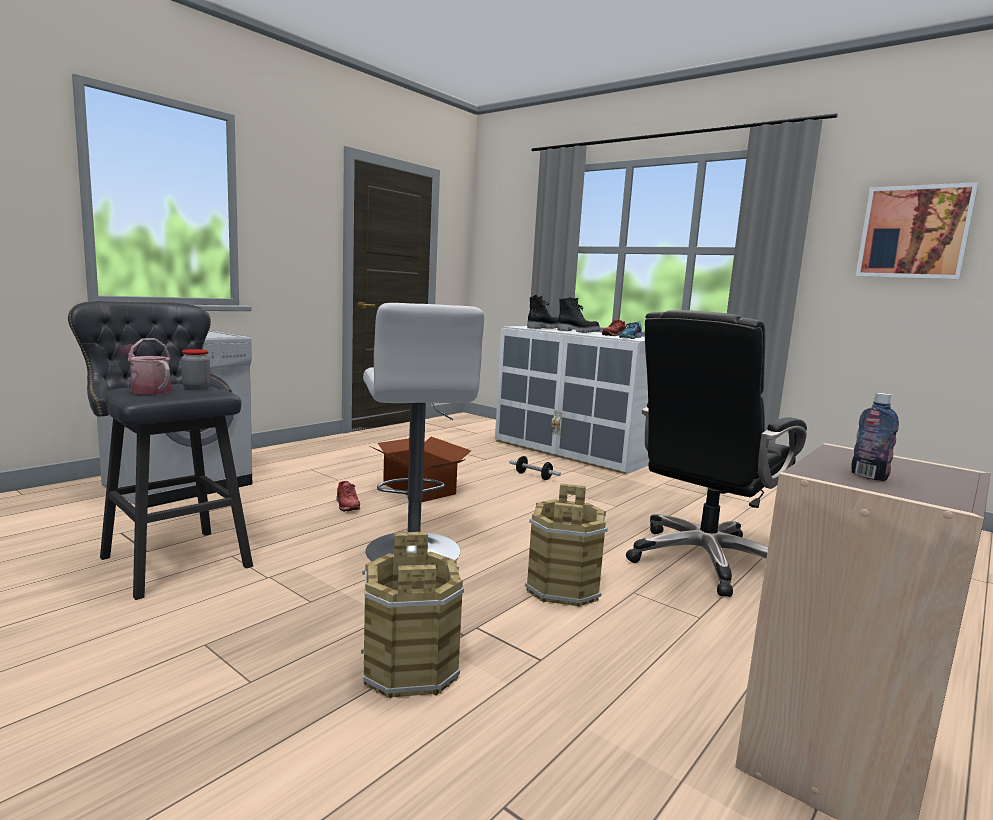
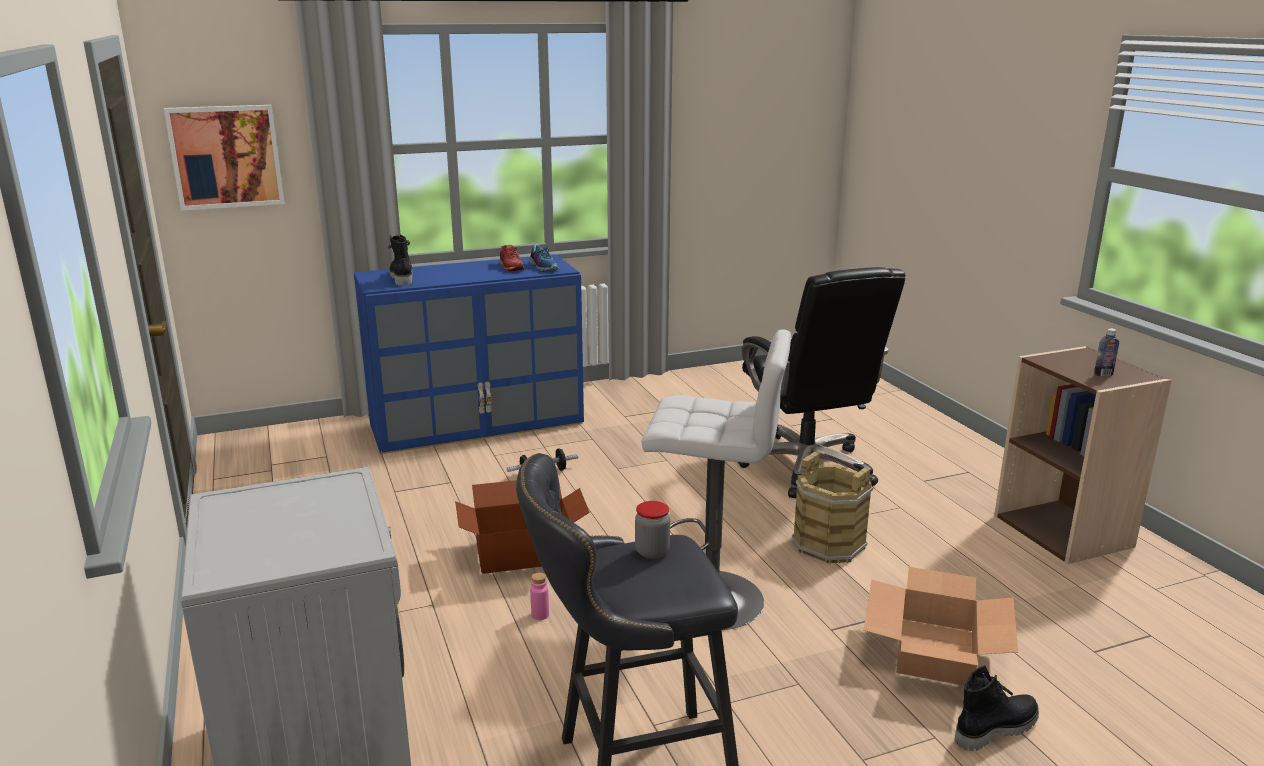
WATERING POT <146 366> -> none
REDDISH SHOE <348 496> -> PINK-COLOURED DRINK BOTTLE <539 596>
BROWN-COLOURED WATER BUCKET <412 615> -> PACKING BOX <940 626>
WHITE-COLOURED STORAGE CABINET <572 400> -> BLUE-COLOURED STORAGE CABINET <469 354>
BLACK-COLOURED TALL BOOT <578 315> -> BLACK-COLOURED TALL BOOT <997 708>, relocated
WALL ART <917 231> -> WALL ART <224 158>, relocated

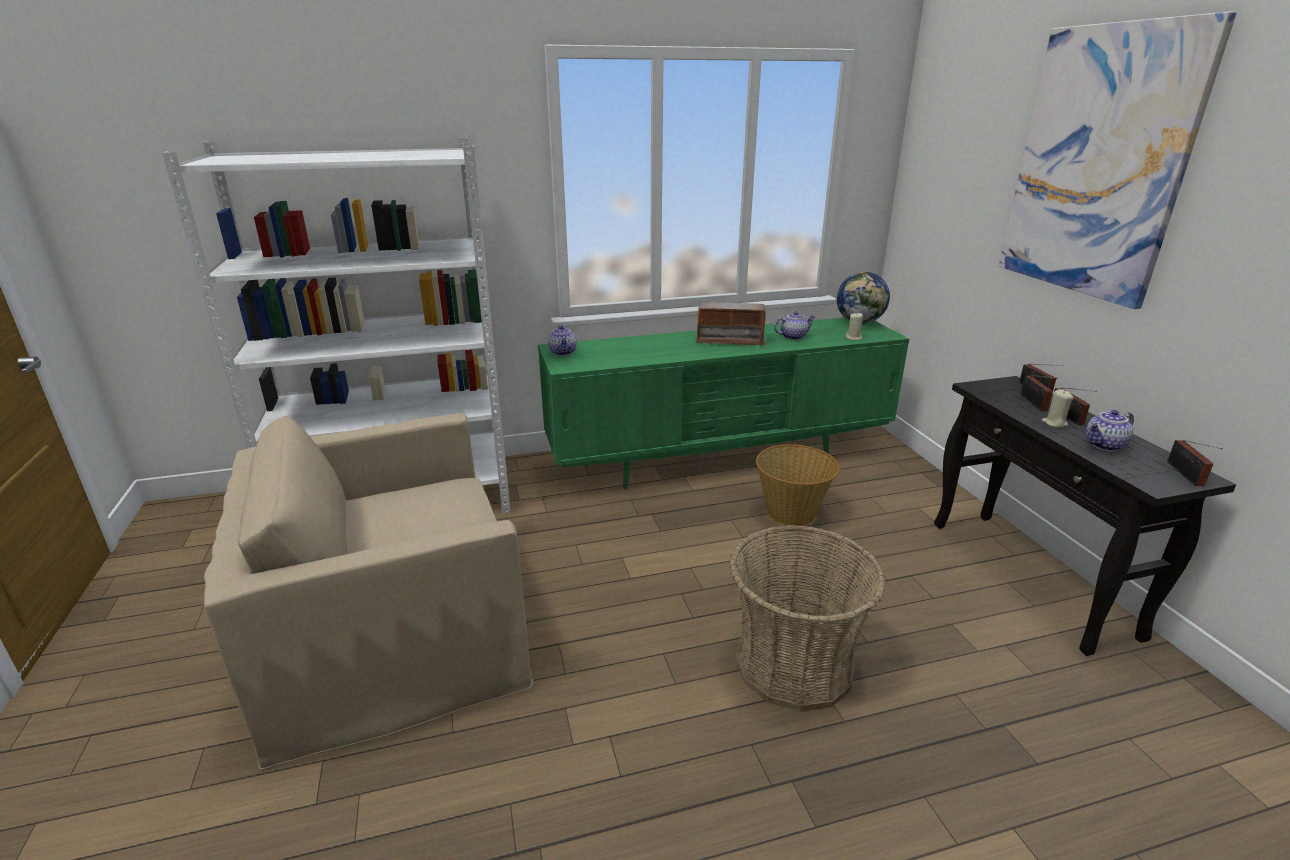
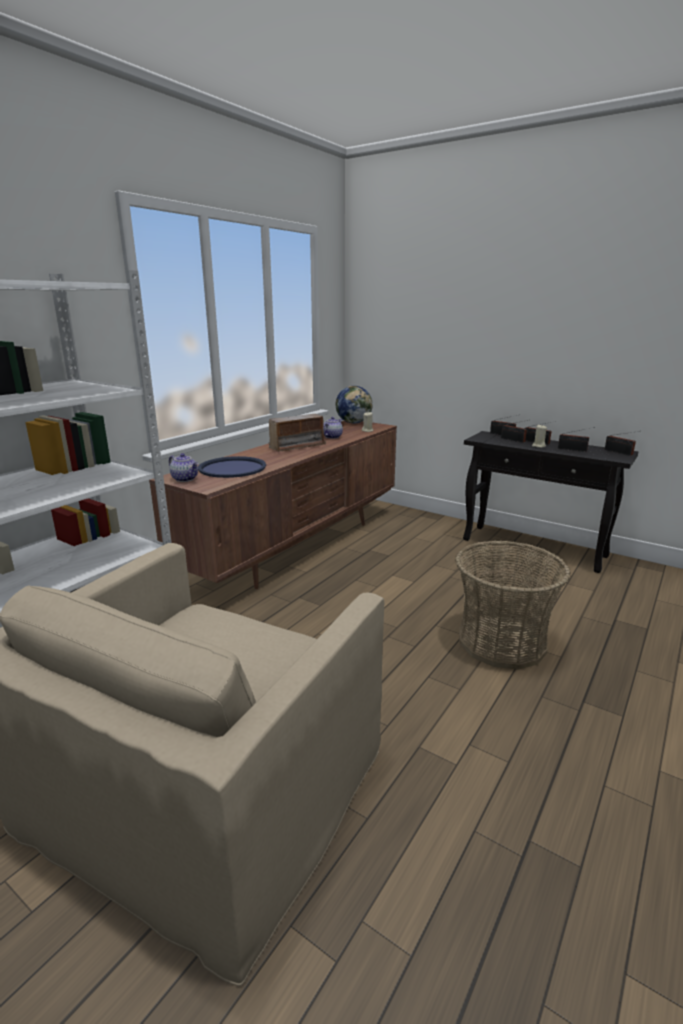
GREEN-COLOURED STORAGE CABINET <723 403> -> BROWN-COLOURED STORAGE CABINET <273 505>
HOUSEHOLD BASKET <798 485> -> none
WALL ART <1117 160> -> none
POT FOR TEA <1110 430> -> RADIO RECEIVER <576 439>
none -> BLUE-COLOURED CARRYING TRAY <232 467>

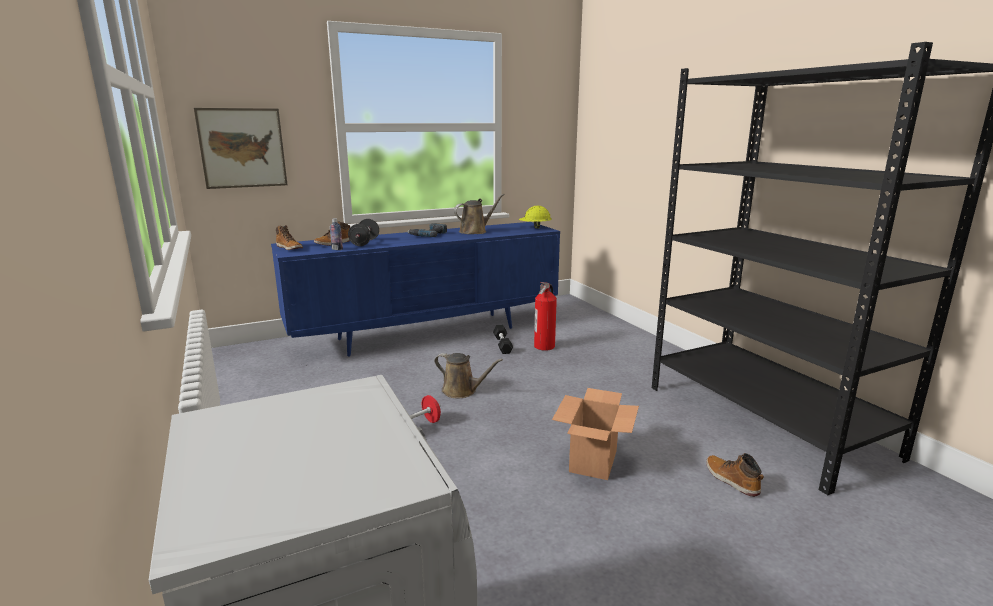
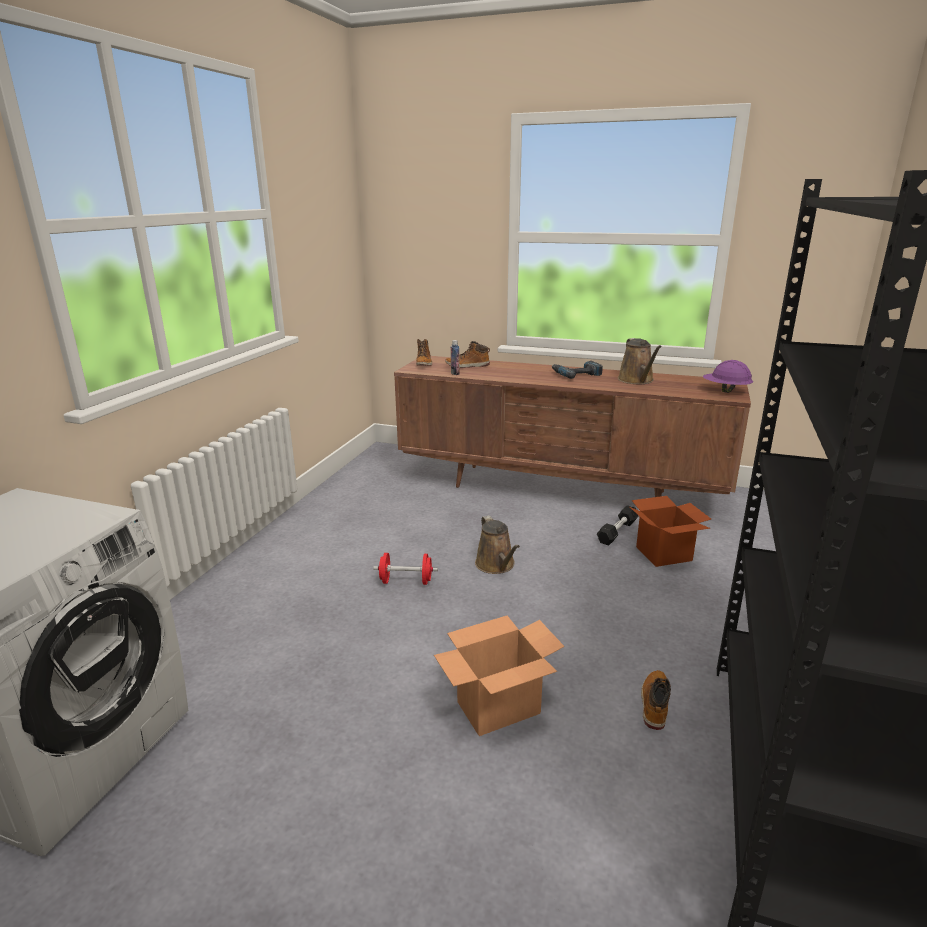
WALL ART <240 148> -> none
BLUE-COLOURED STORAGE CABINET <415 289> -> BROWN-COLOURED STORAGE CABINET <572 426>
BLACK-COLOURED FREE WEIGHT <363 232> -> none
BROWN-COLOURED WATERING POT <479 214> -> BROWN-COLOURED WATERING POT <640 361>, 75 degrees clockwise
YELLOWISH SAFETY HELMET <535 217> -> PURPLE-COLOURED SAFETY HELMET <728 376>
EXTINGUISHER <545 316> -> PACKING BOX <670 531>
TALL BOOT <735 475> -> TALL BOOT <656 700>, relocated

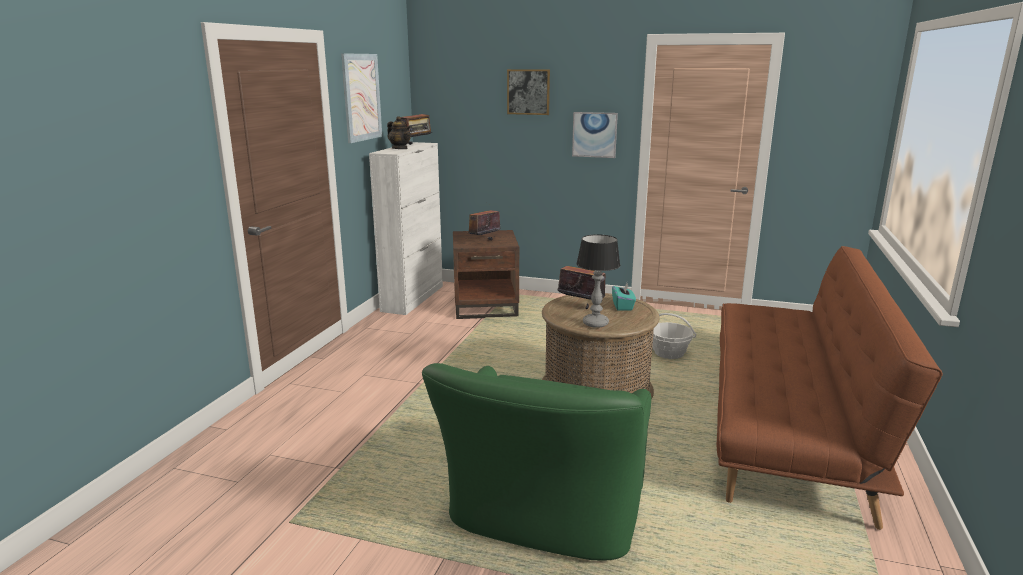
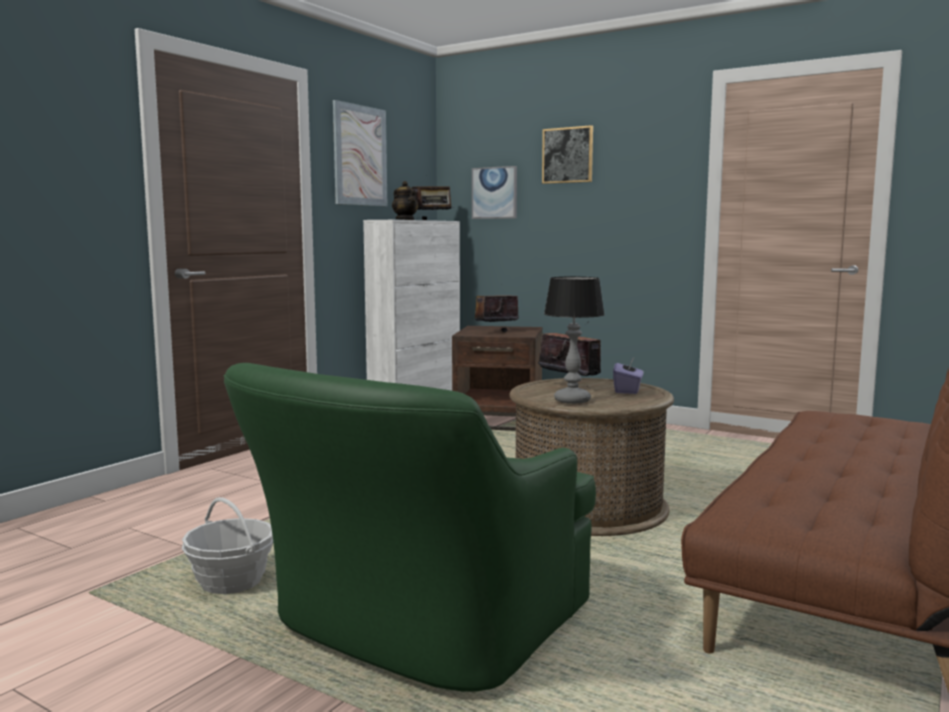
WALL ART <595 135> -> WALL ART <494 192>, relocated
TURQUOISE TISSUE HOLDER <624 297> -> PURPLE-COLOURED TISSUE HOLDER <628 375>
HOUSEHOLD BASKET <674 336> -> HOUSEHOLD BASKET <227 545>, relocated

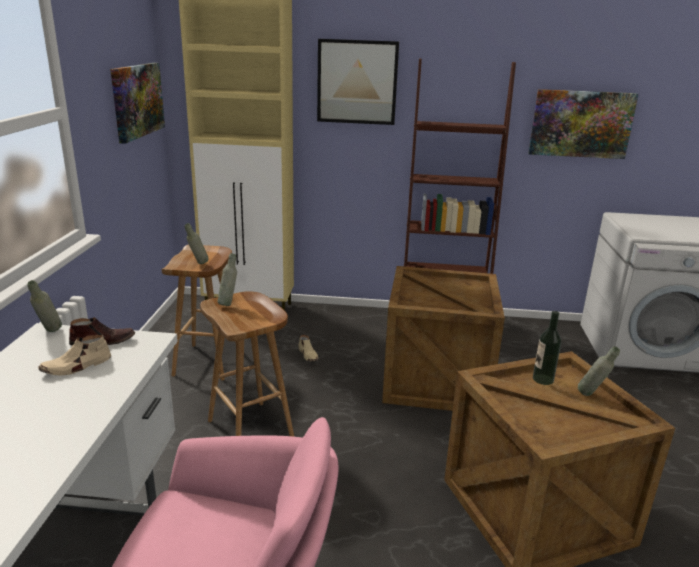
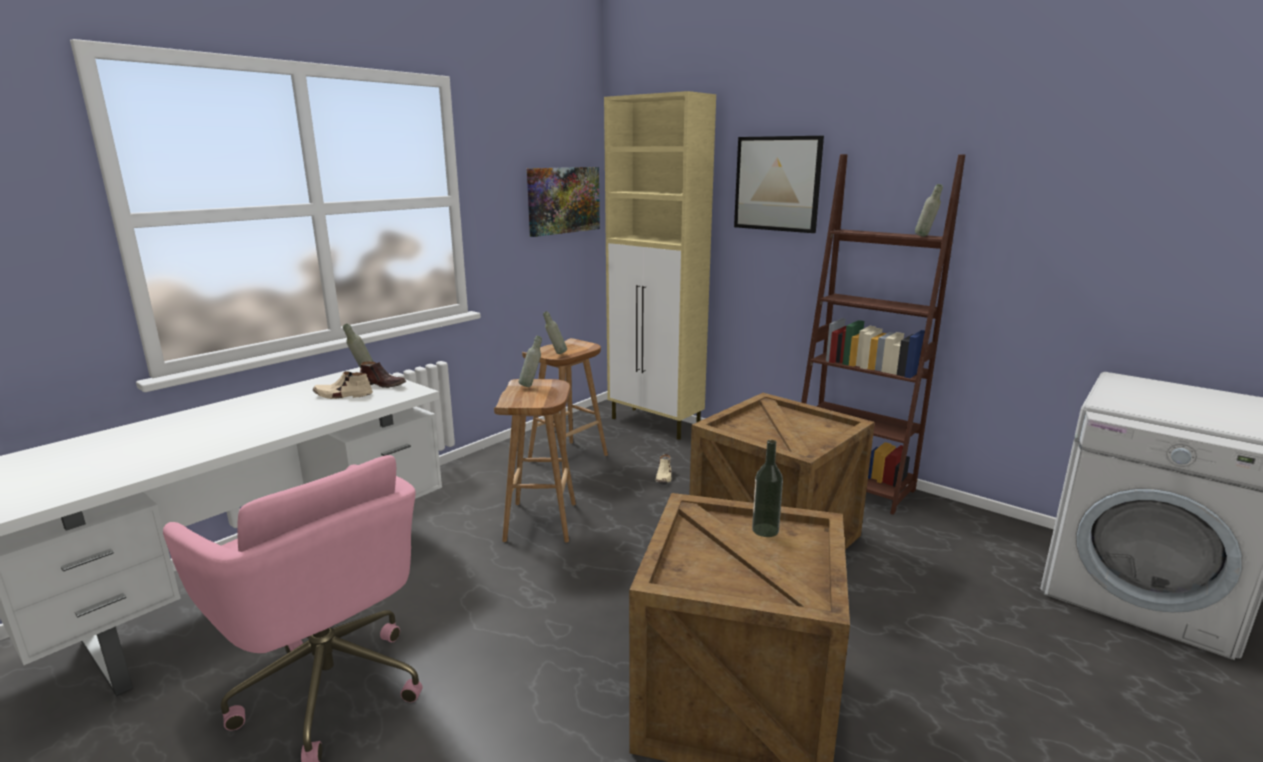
WALL ART <583 124> -> none
GREYISH DRINK BOTTLE <599 371> -> GREYISH DRINK BOTTLE <929 210>, relocated

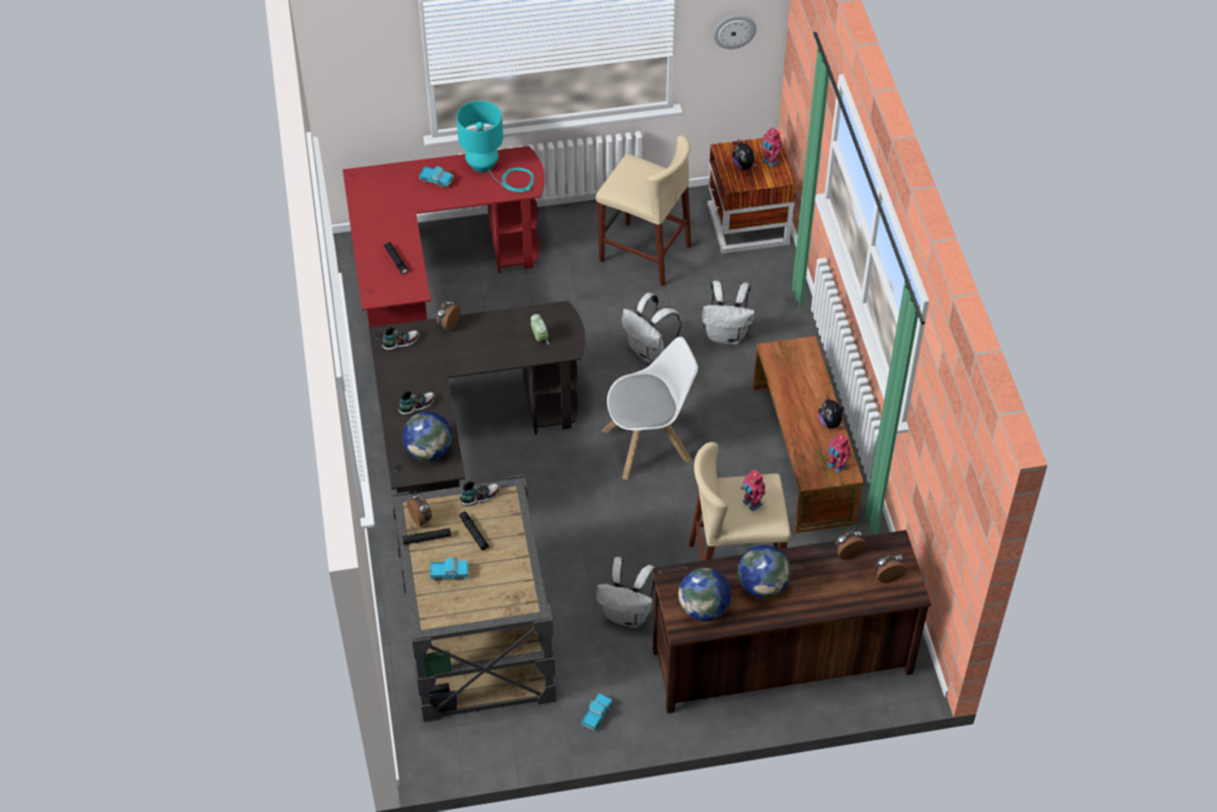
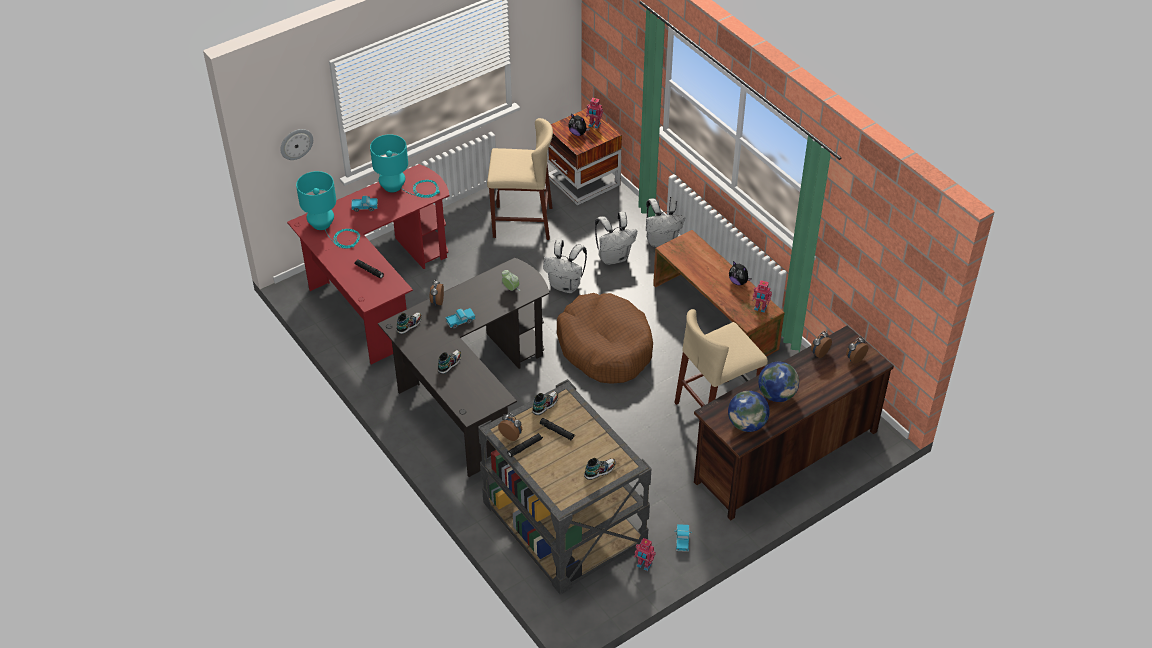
GLOBE <427 436> -> none
TOY LORRY <449 569> -> TOY LORRY <461 318>, relocated
WHITE-COLOURED KNAPSACK <625 592> -> WHITE-COLOURED KNAPSACK <665 222>, relocated
PLAIN CHAIR <650 408> -> BROWN-COLOURED PET BED <605 338>
CLOCK ON THE WALL <735 32> -> CLOCK ON THE WALL <296 144>, relocated
MODEL ROBOT <753 490> -> MODEL ROBOT <645 554>, relocated
none -> TURQUOISE LAMP FOR A TABLE <328 209>
none -> SHOE <600 469>

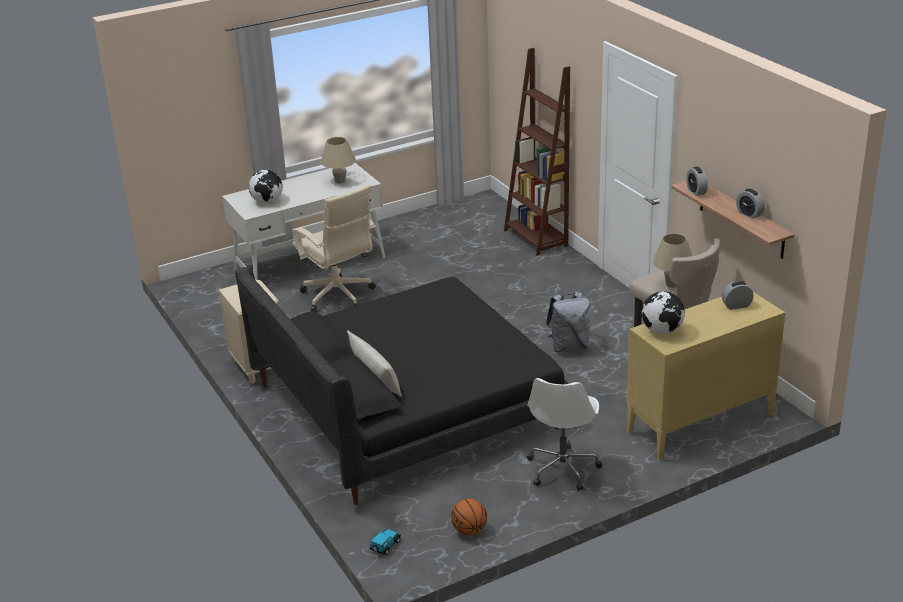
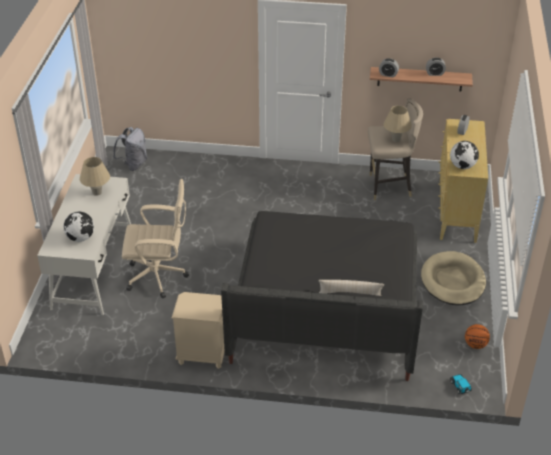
BROWN-COLOURED BOOKCASE <537 152> -> none
WHITE-COLOURED DESK CHAIR <564 434> -> SAND-COLOURED PET BED <453 278>
GREYISH KNAPSACK <568 322> -> GREYISH KNAPSACK <130 149>, relocated

